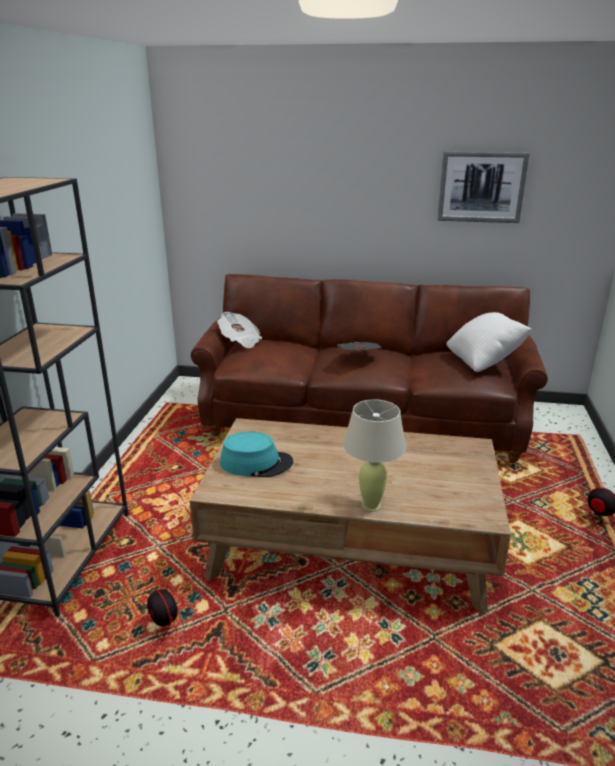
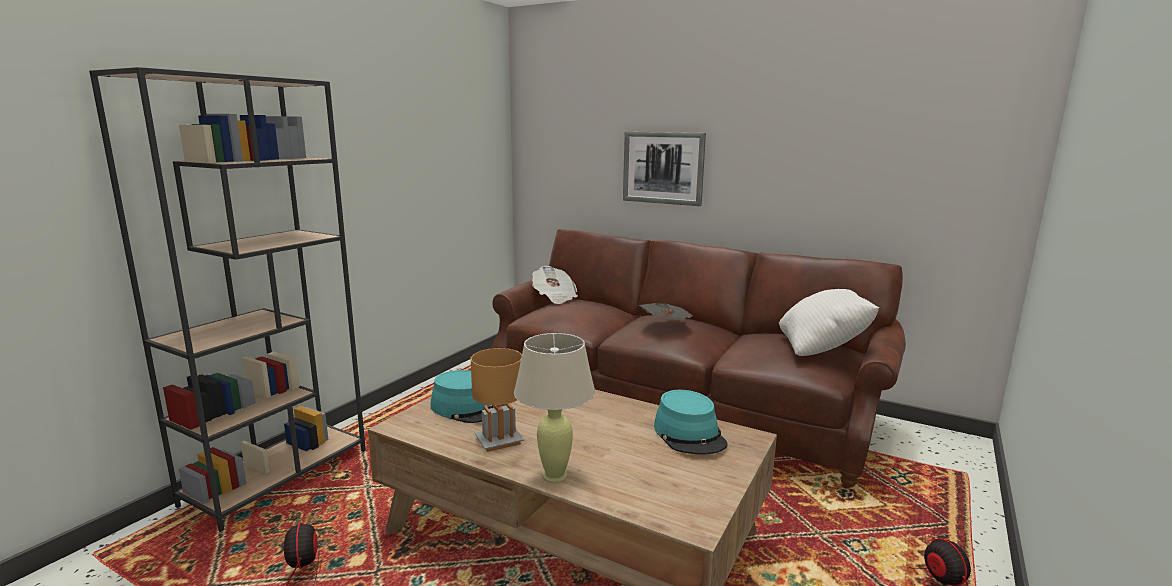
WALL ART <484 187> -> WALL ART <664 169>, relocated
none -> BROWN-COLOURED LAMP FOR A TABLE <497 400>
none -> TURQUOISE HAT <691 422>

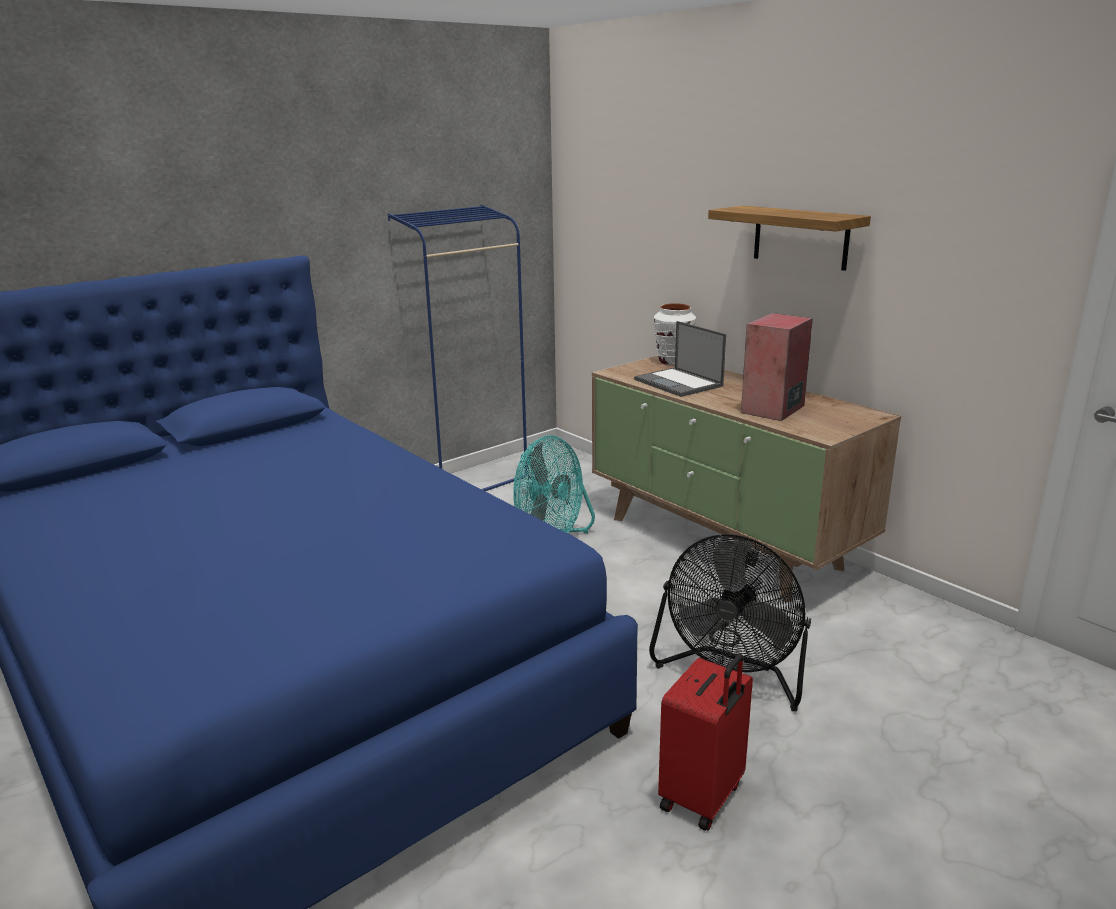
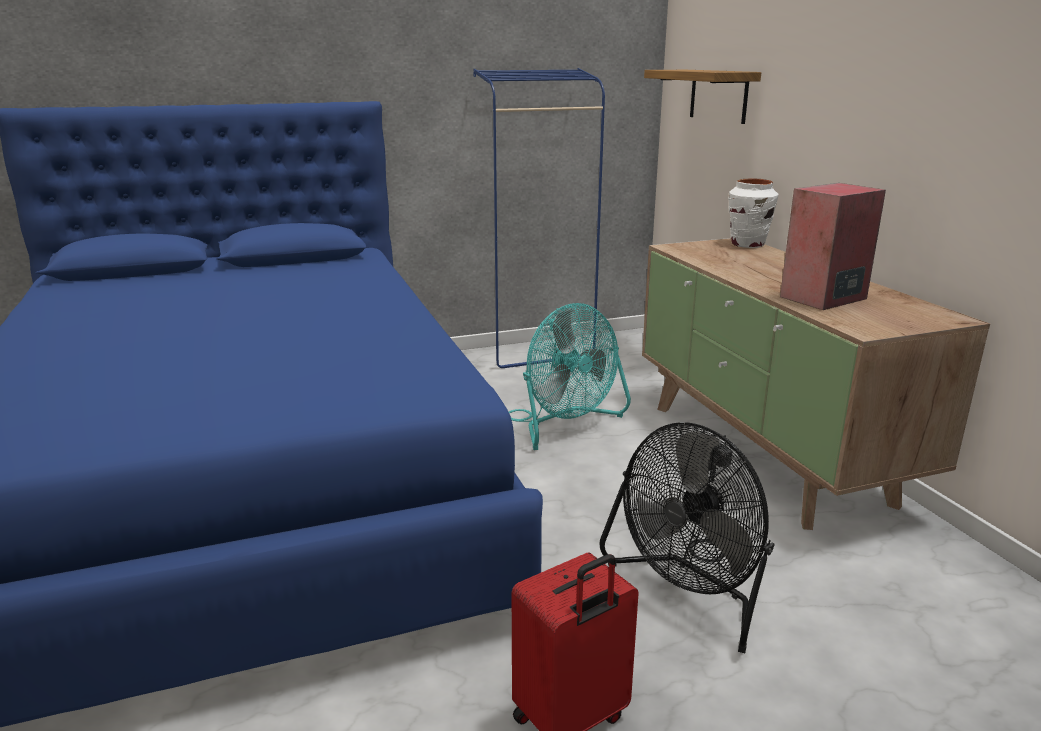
PORTABLE COMPUTER <680 359> -> none
SHELF <789 238> -> SHELF <702 97>, relocated

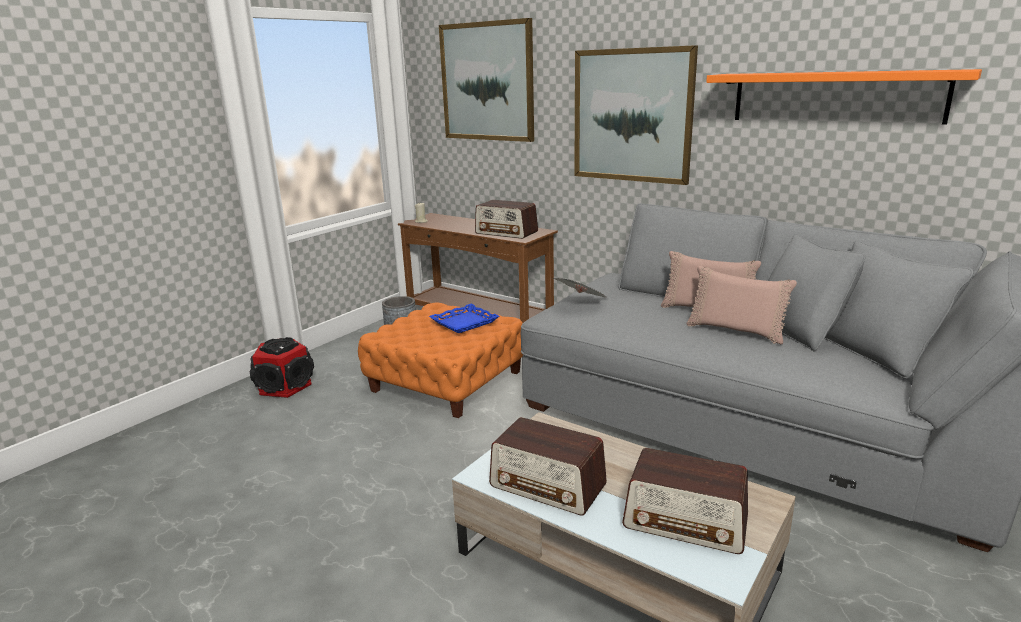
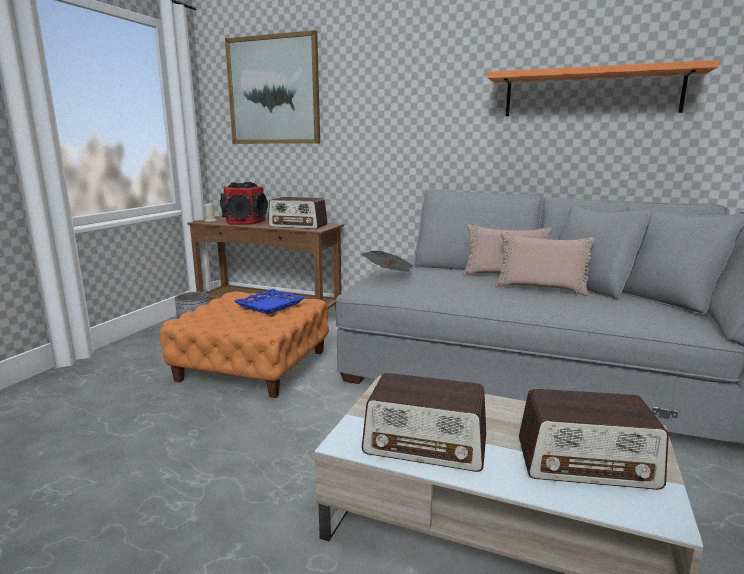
SPEAKER <282 367> -> SPEAKER <244 203>, relocated
WALL ART <636 115> -> none

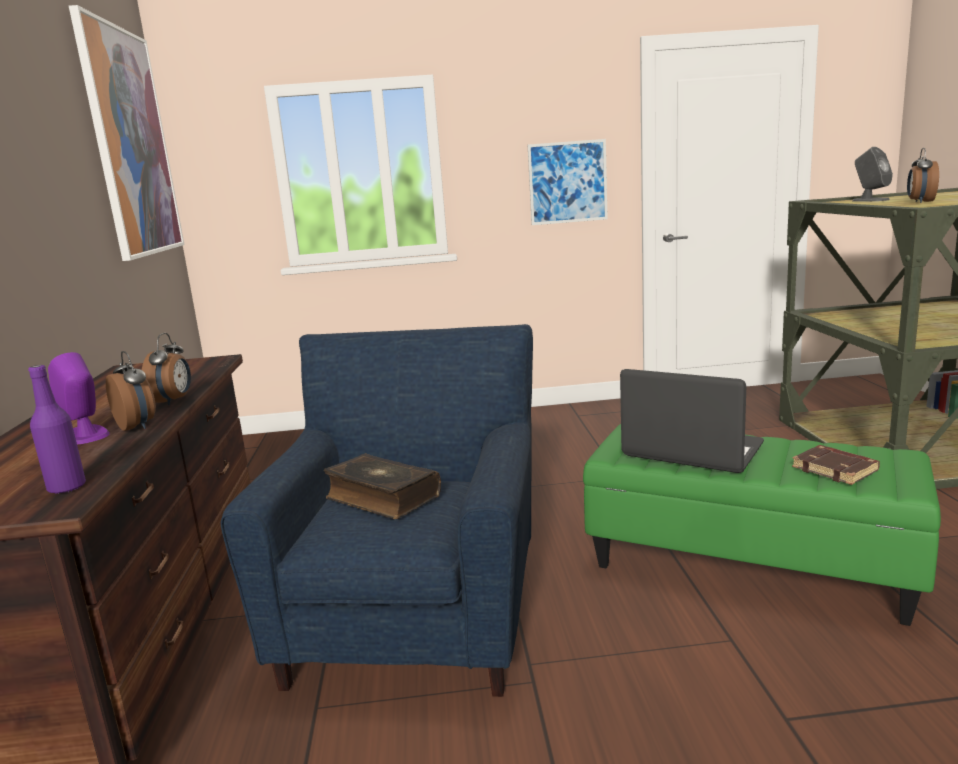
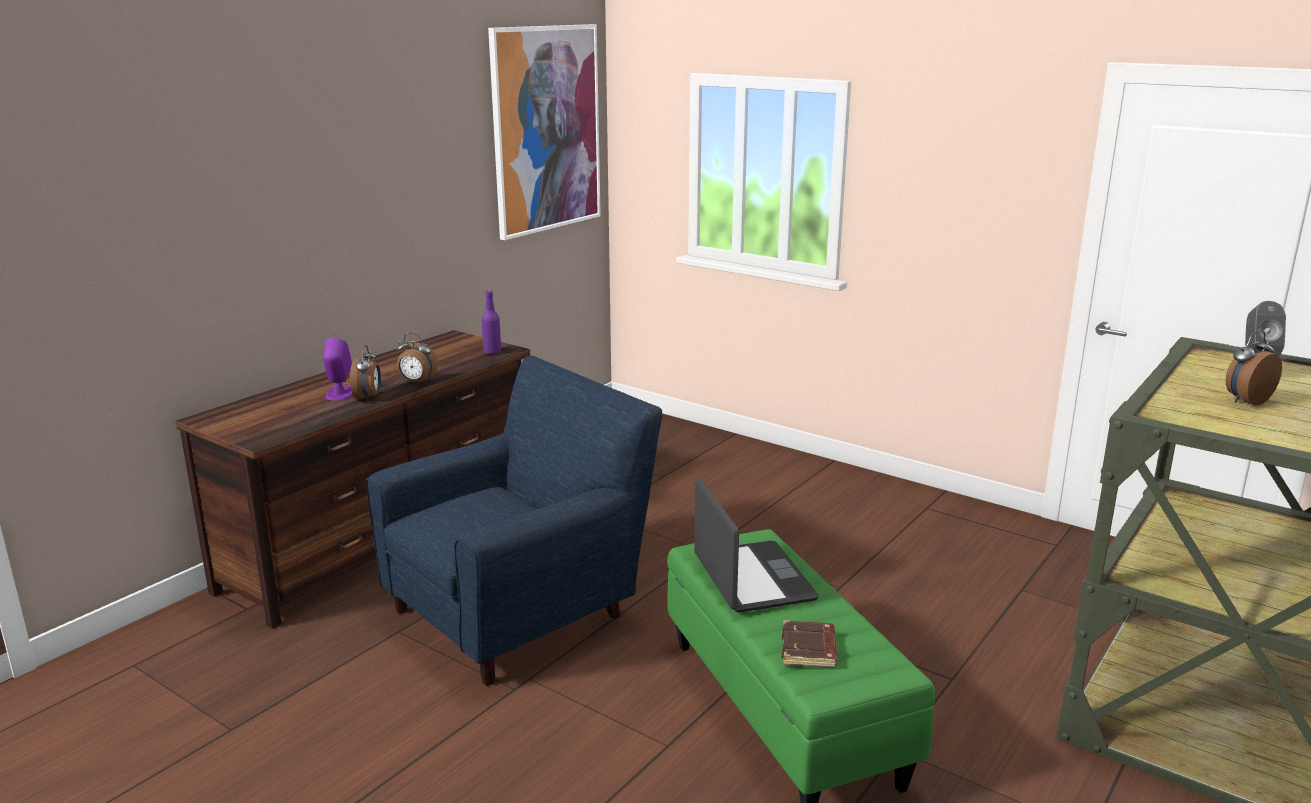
PURPLE-COLOURED DRINK BOTTLE <57 429> -> PURPLE-COLOURED DRINK BOTTLE <491 322>, relocated
TABLE CLOCK <166 369> -> TABLE CLOCK <417 358>, 60 degrees clockwise
BOOK <382 486> -> none
WALL ART <568 182> -> none

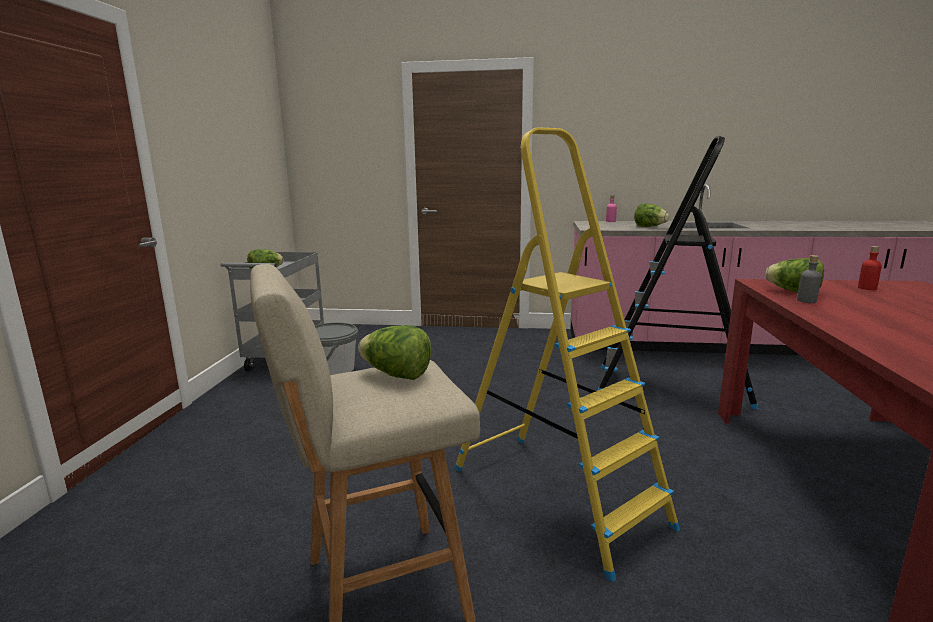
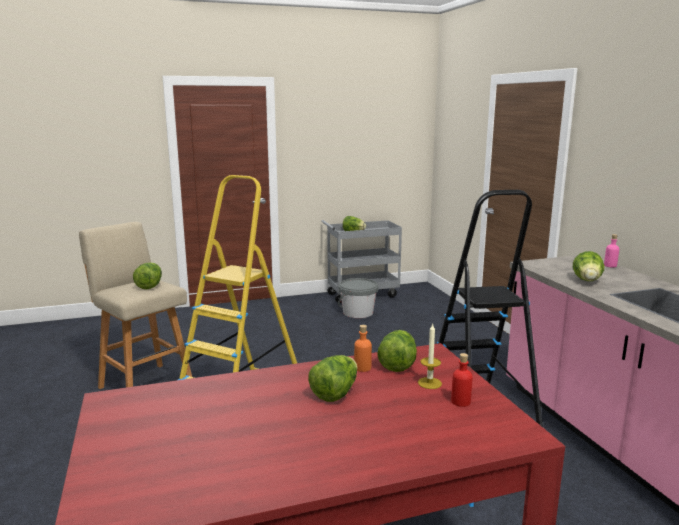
GREYISH DRINK BOTTLE <809 279> -> ORANGE-COLOURED DRINK BOTTLE <363 348>
none -> LETTUCE HEAD <332 378>
none -> CANDLE <430 356>

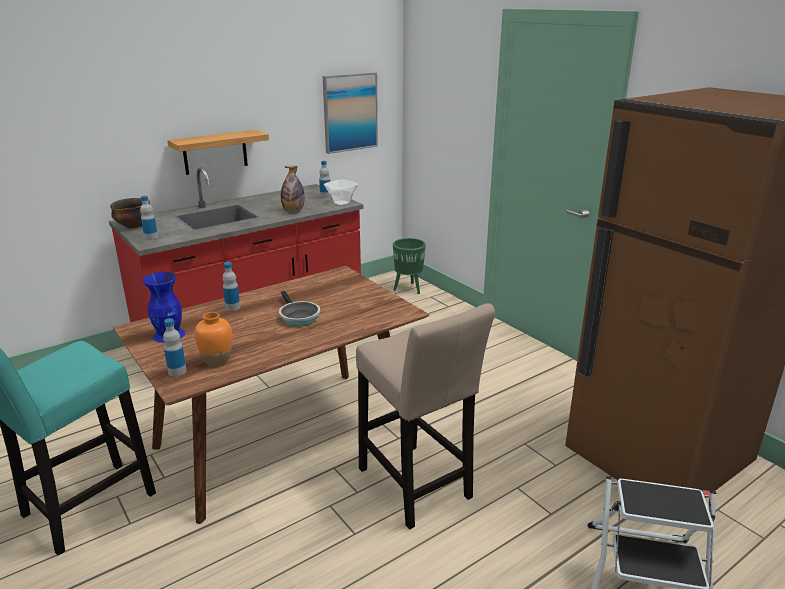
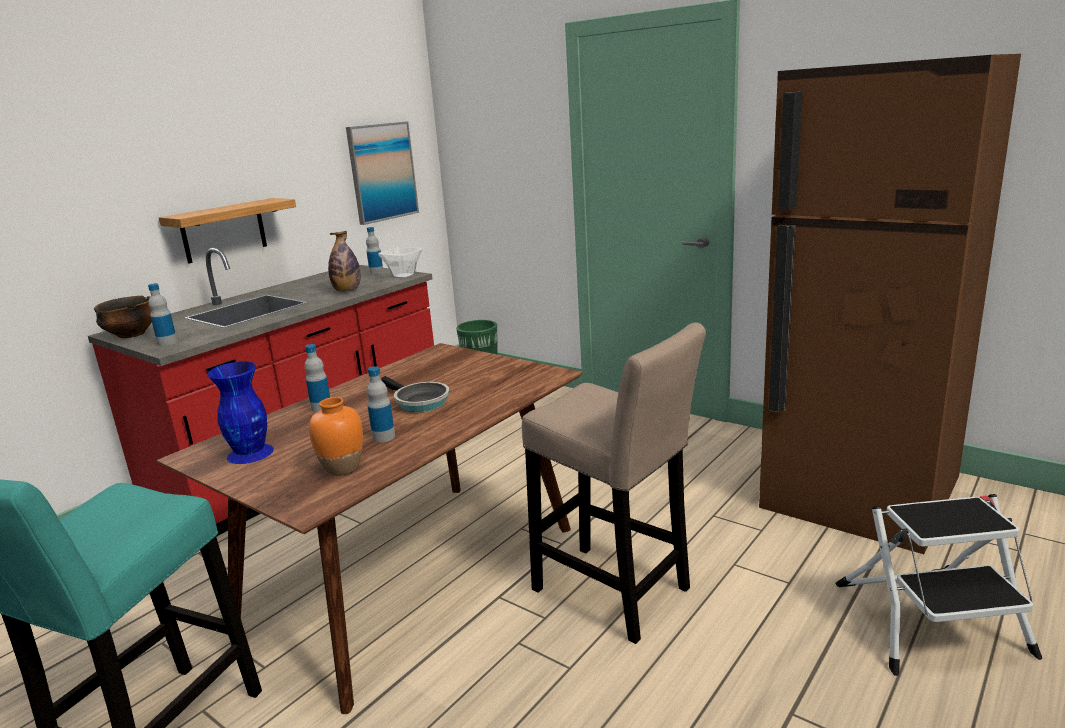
DRINK BOTTLE <175 347> -> DRINK BOTTLE <381 404>, relocated

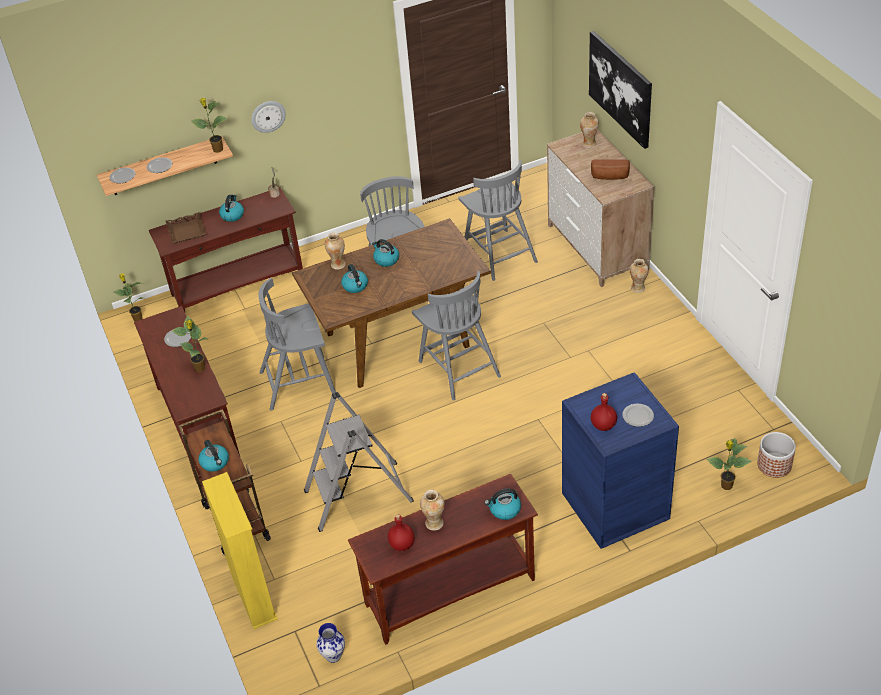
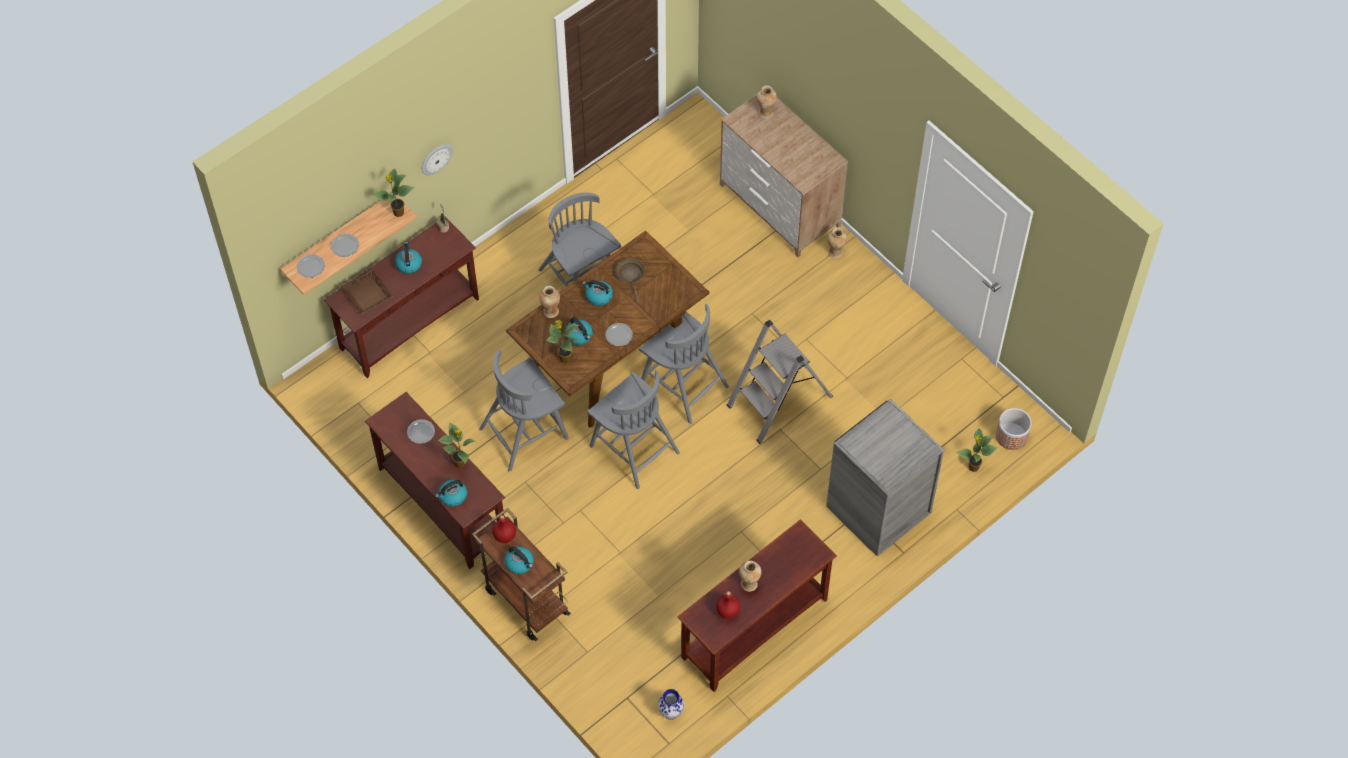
POTTED PLANT <129 297> -> POTTED PLANT <563 341>, relocated
YELLOWISH BOOKCASE <240 550> -> none
GREYISH STEP STOOL <359 462> -> GREYISH STEP STOOL <780 382>, relocated
GREYISH PLAIN CHAIR <498 220> -> GREYISH PLAIN CHAIR <633 429>, relocated
KETTLE <503 504> -> KETTLE <451 493>, relocated
BLUE-COLOURED STORAGE CABINET <620 460> -> GREYISH STORAGE CABINET <885 477>
WALL ART <620 90> -> none
BAKERY BREAD <610 169> -> none
REDDISH DRINK BOTTLE <604 412> -> REDDISH DRINK BOTTLE <504 529>, relocated
PLATE <638 415> -> PLATE <619 334>, relocated
none -> BROWN-COLOURED SKILLET <630 280>

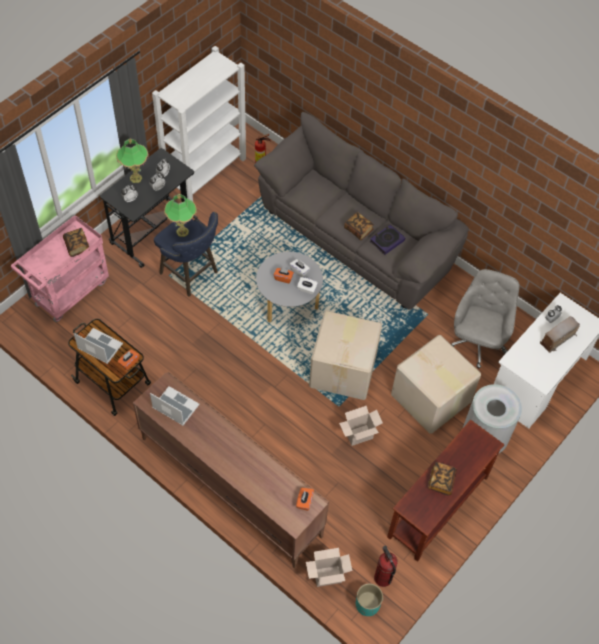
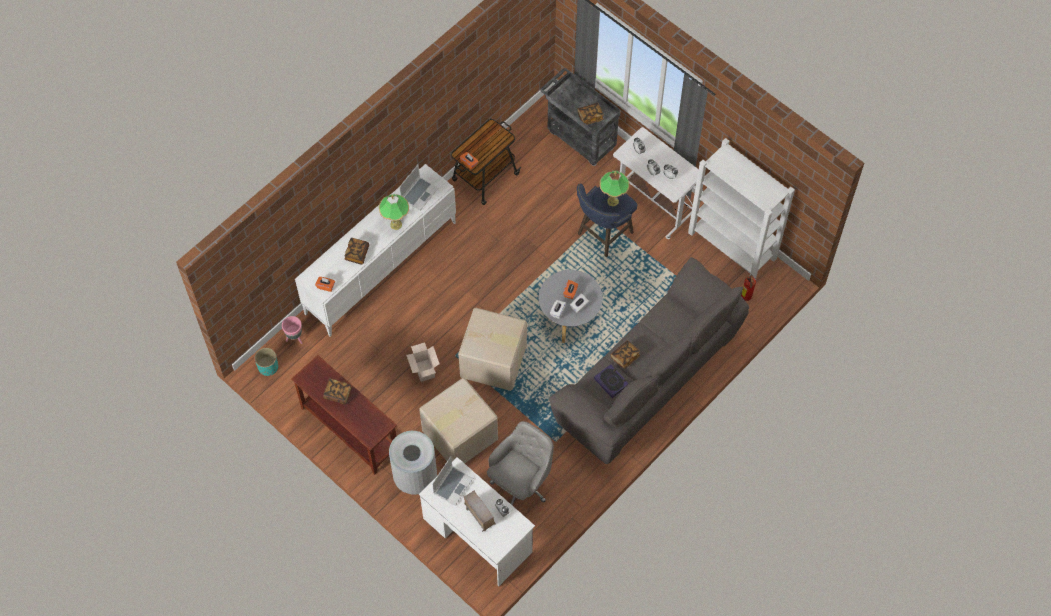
PINK-COLOURED TROLLEY <60 269> -> BLACK-COLOURED TROLLEY <581 117>
PORTABLE COMPUTER <98 346> -> PORTABLE COMPUTER <452 481>, relocated
BLACK-COLOURED DESK UNIT <149 208> -> WHITE-COLOURED DESK UNIT <656 183>
LAMP FOR A TABLE <132 160> -> LAMP FOR A TABLE <394 212>, relocated
BROWN-COLOURED STORAGE CABINET <231 470> -> WHITE-COLOURED STORAGE CABINET <375 250>
PACKING BOX <329 567> -> PINK-COLOURED PLANT POT <292 330>
EXTINGUISHER <386 566> -> none
GREYISH DESK CHAIR <485 318> -> GREYISH DESK CHAIR <520 463>, 75 degrees counterclockwise
none -> BOOK <357 251>

